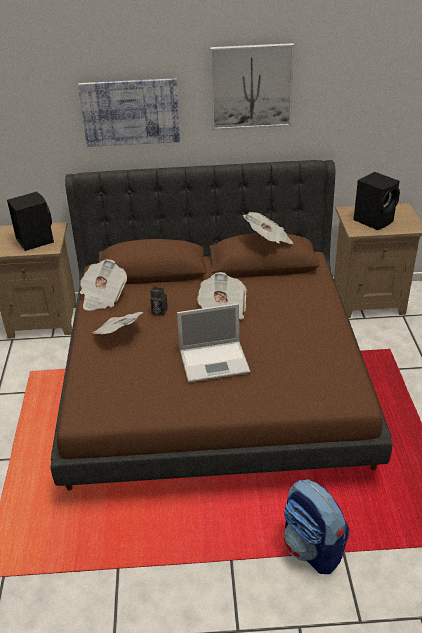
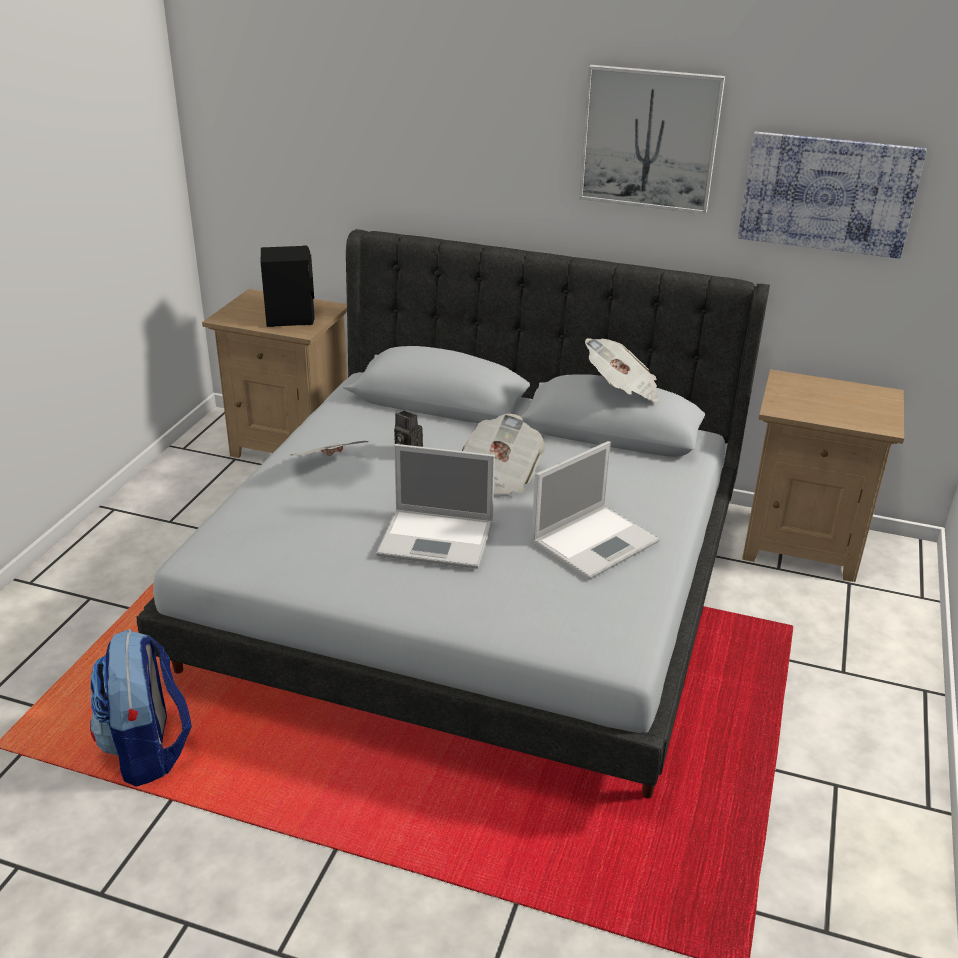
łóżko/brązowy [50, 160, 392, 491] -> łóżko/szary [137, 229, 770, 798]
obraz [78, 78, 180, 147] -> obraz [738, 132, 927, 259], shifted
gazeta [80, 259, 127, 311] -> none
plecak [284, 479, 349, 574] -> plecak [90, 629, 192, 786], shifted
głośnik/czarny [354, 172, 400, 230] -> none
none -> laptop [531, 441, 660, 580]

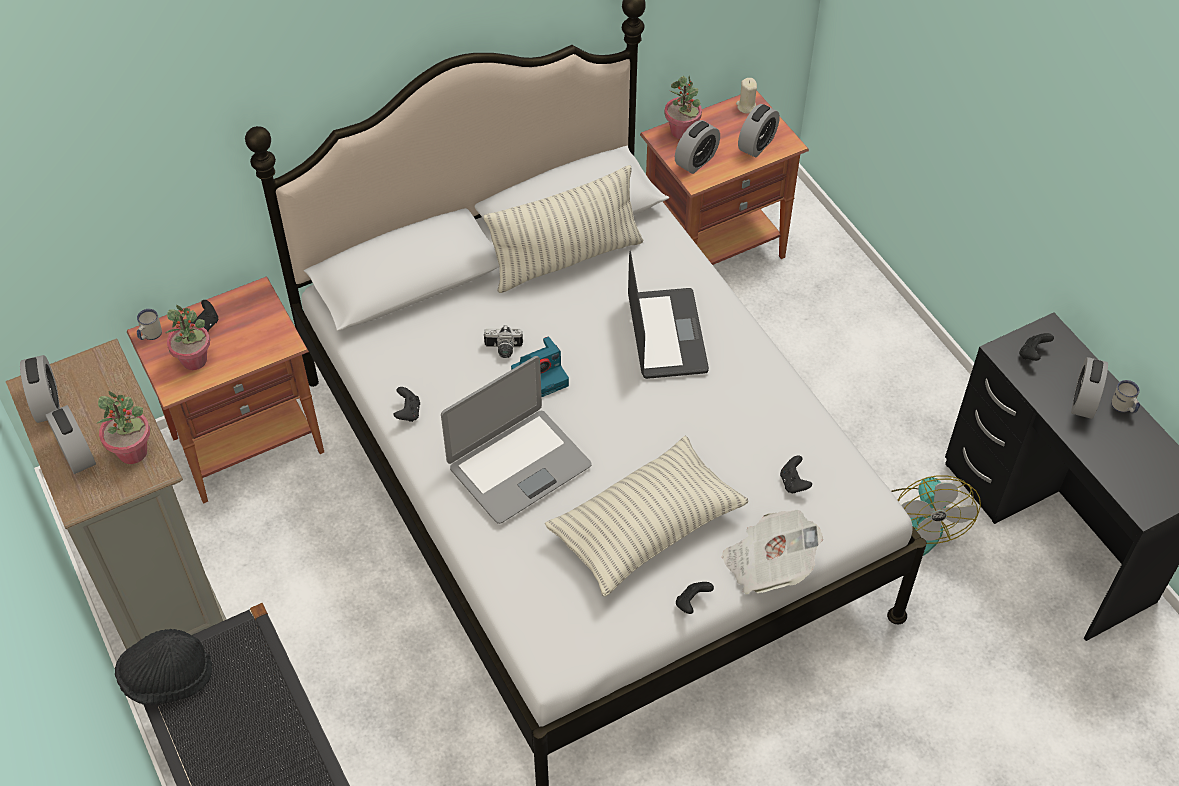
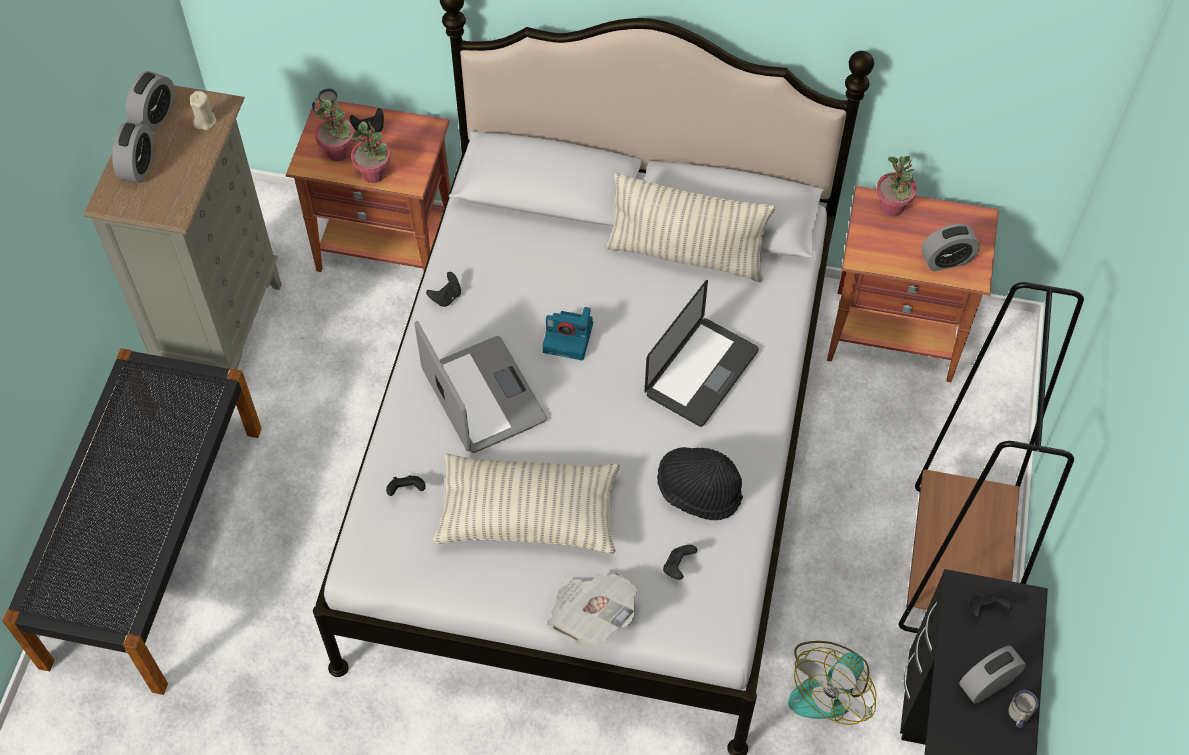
roślina doniczkowa [96, 391, 150, 464] -> roślina doniczkowa [351, 121, 391, 183], shifted
kapelusz/czarny [115, 629, 212, 705] -> kapelusz/czarny [657, 447, 743, 520], shifted
laptop [441, 356, 592, 524] -> laptop [415, 321, 547, 453], 120 degrees counterclockwise
aparat fotograficzny [484, 325, 523, 358] -> none
budzik [675, 120, 720, 174] -> none
pad do gier/czarny [676, 582, 714, 614] -> pad do gier/czarny [386, 475, 426, 496], shifted
świeca/beżowy [736, 78, 757, 114] -> świeca/beżowy [190, 91, 217, 130], shifted
none -> wieszak [898, 282, 1084, 633]

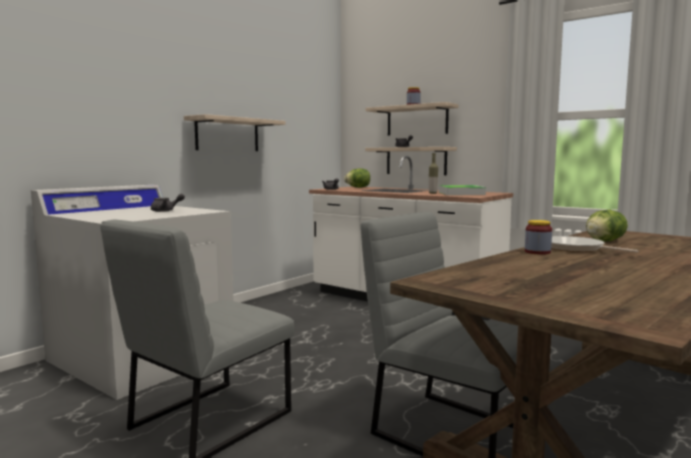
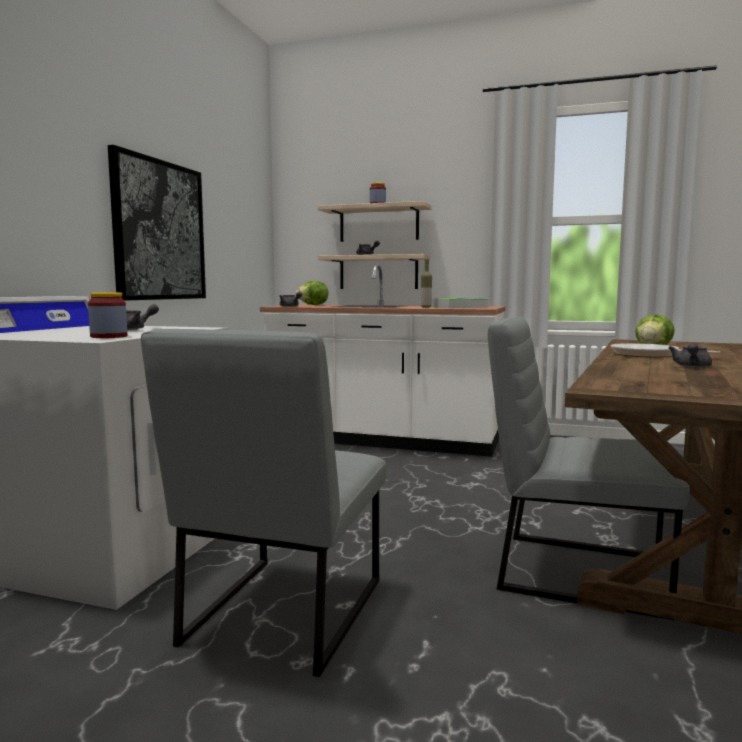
półka [184, 114, 286, 151] -> obraz [108, 145, 206, 301]
słoik [525, 220, 552, 255] -> słoik [88, 292, 127, 338], shifted
none -> imbryk/szary [669, 343, 712, 368]

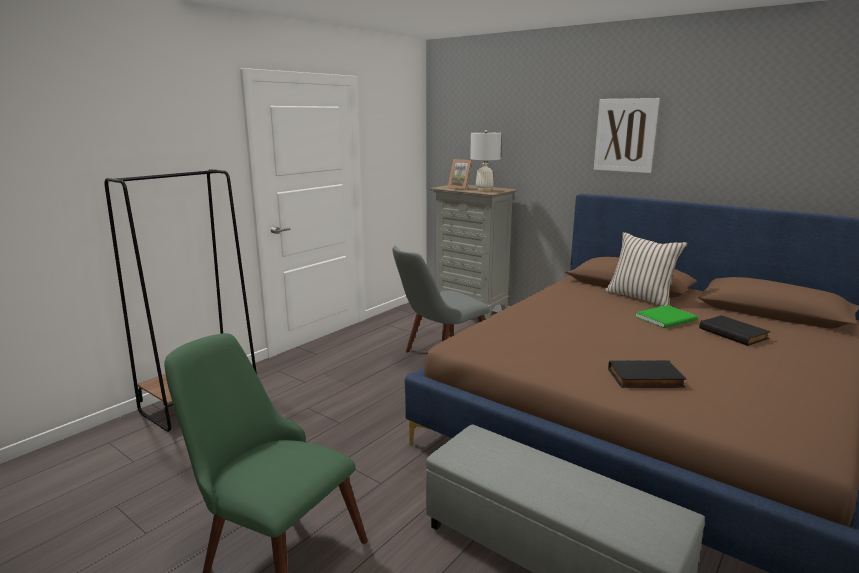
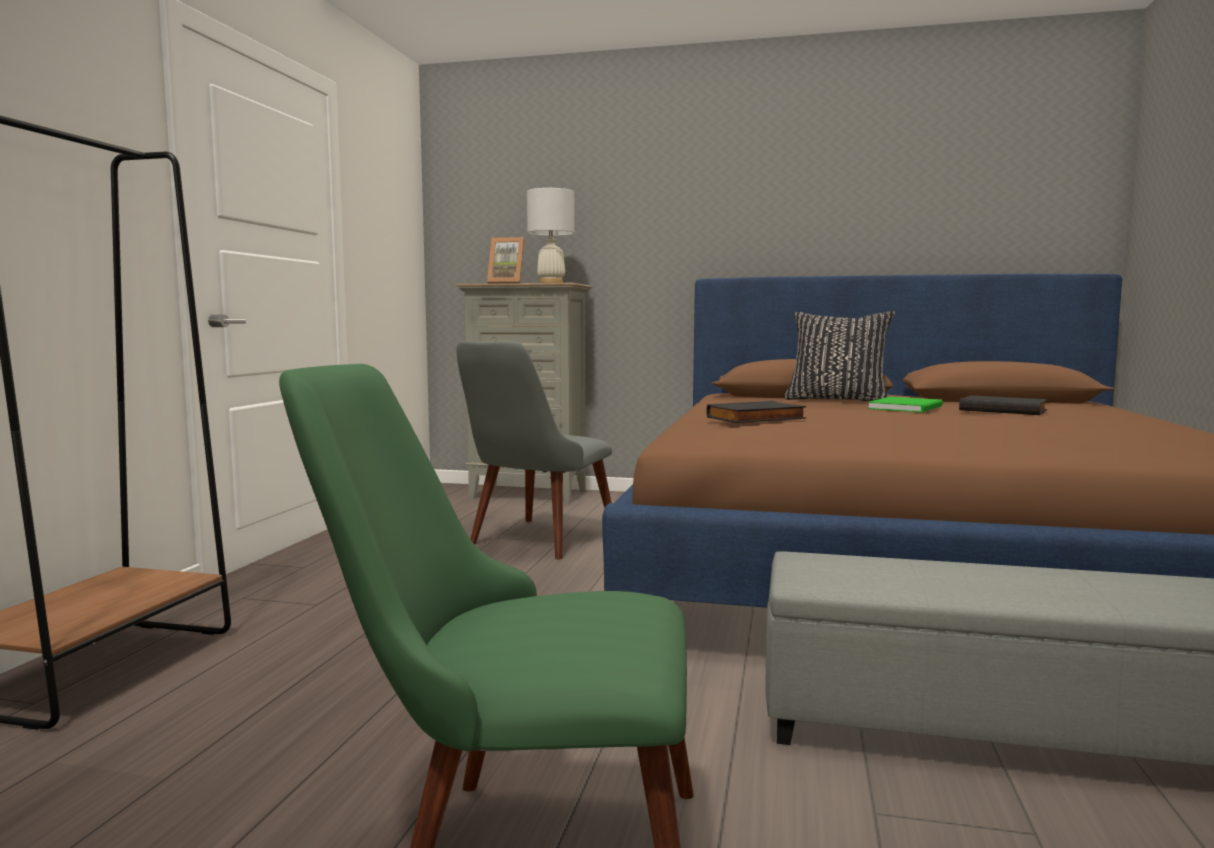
obraz [594, 98, 660, 173] -> none
poduszka/beżowy [605, 232, 688, 306] -> poduszka/czarny [784, 311, 895, 402]
książka/czarny [608, 360, 686, 388] -> książka/czarny [706, 401, 806, 423], shifted

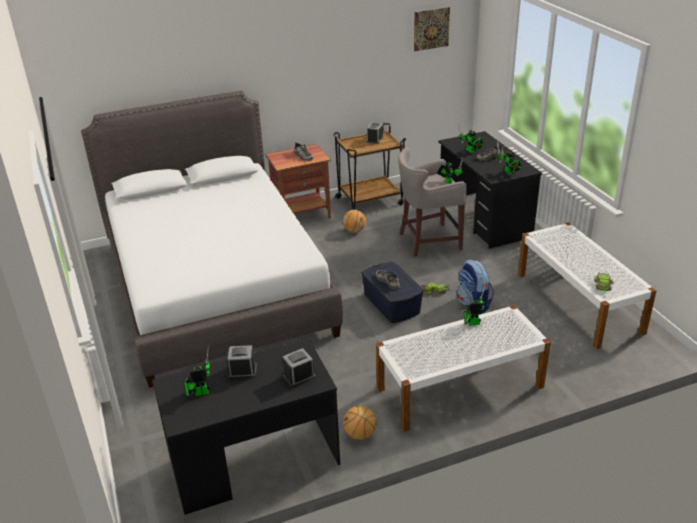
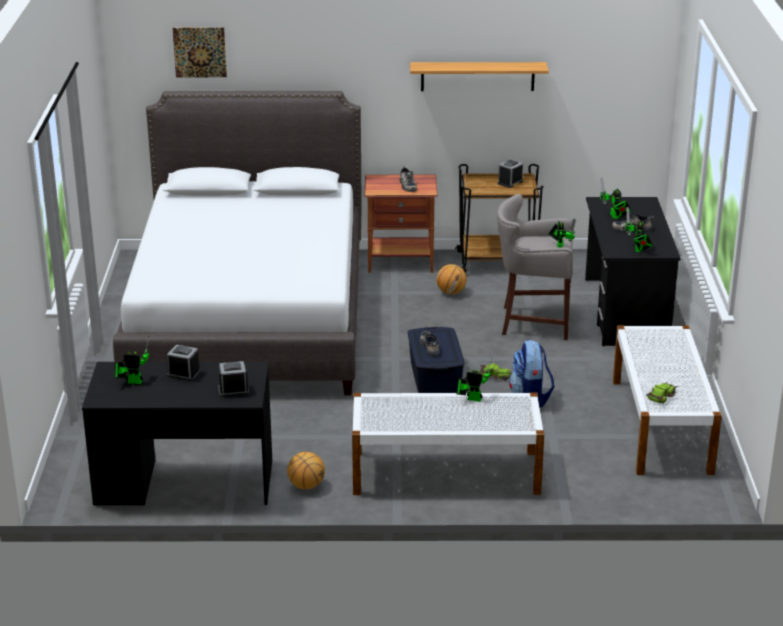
obraz [414, 7, 450, 51] -> obraz [173, 28, 227, 77], shifted
none -> półka [410, 62, 549, 91]

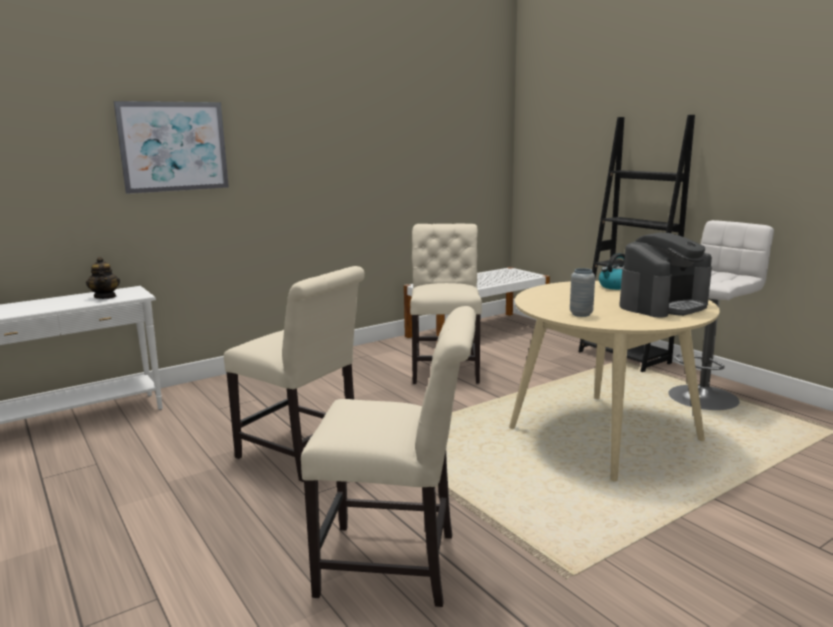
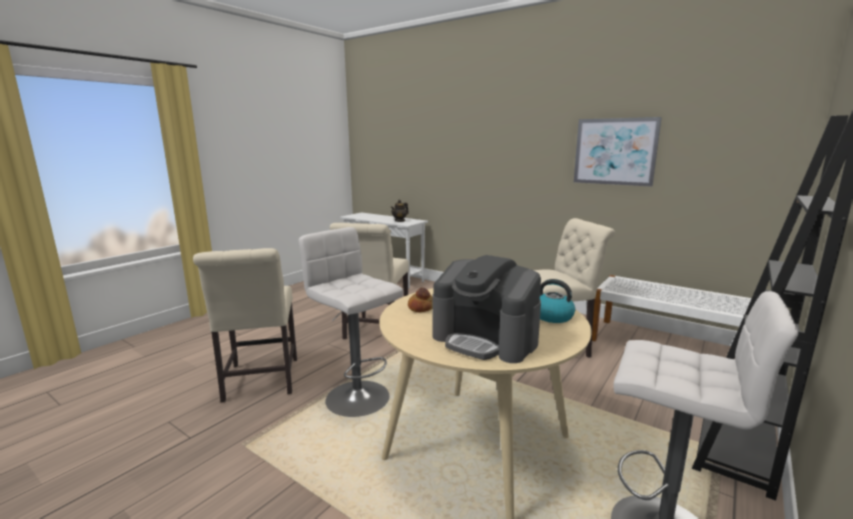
obraz [114, 101, 229, 194] -> obraz [574, 117, 662, 187], shifted
wazon/szary [570, 268, 595, 317] -> chleb [408, 288, 432, 312]
none -> stołek/biały [299, 227, 403, 417]

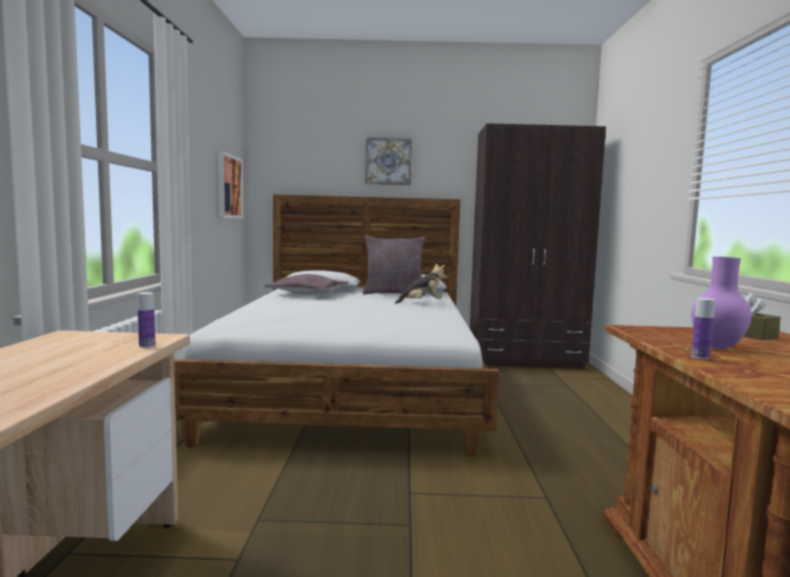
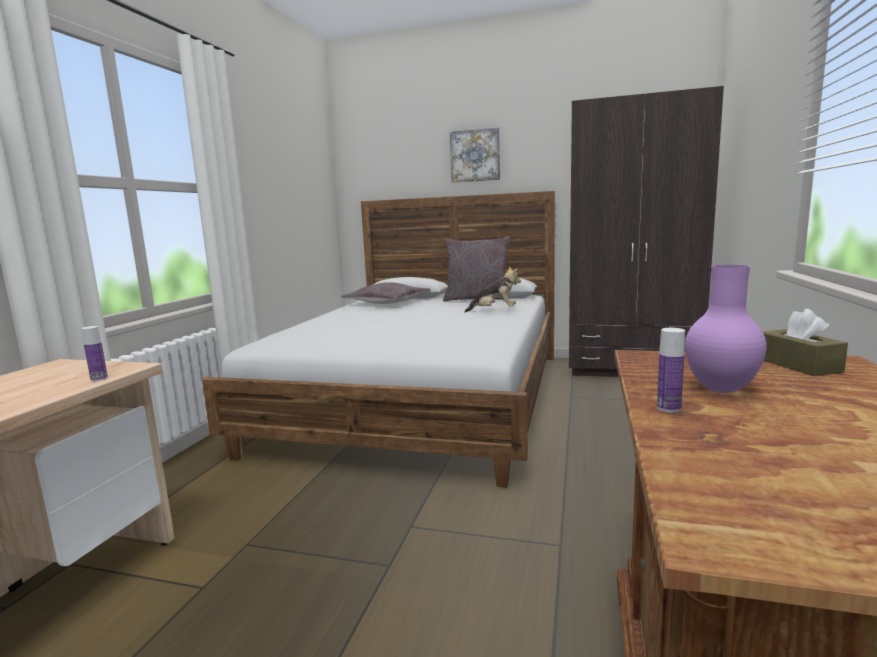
obraz [218, 151, 243, 218] -> none

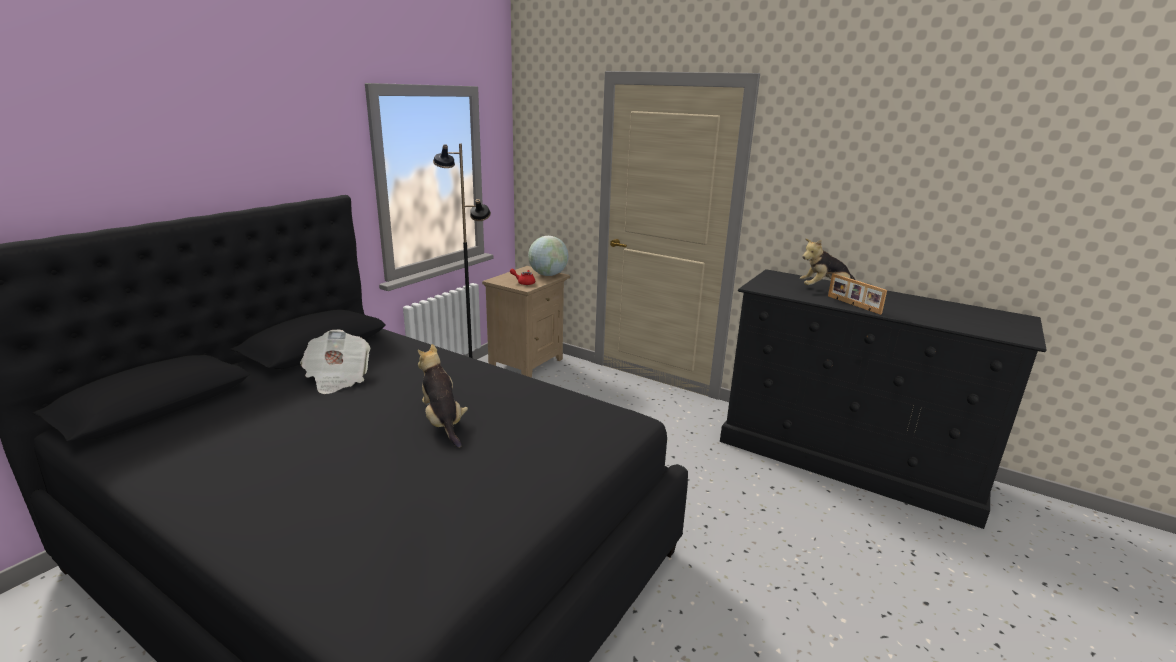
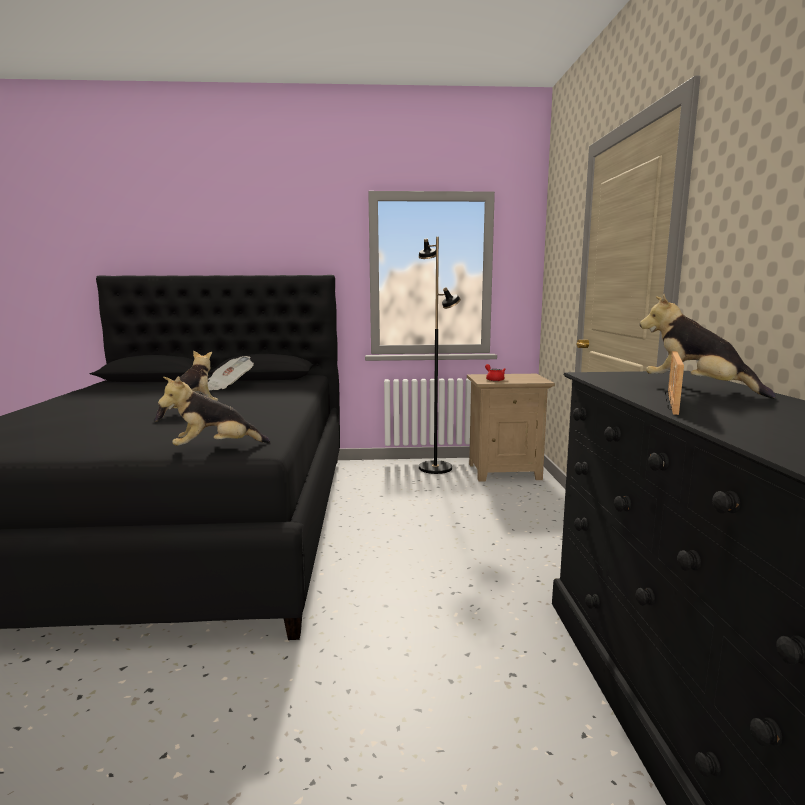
globus [528, 236, 568, 276] -> none
none -> pluszak [158, 376, 270, 446]

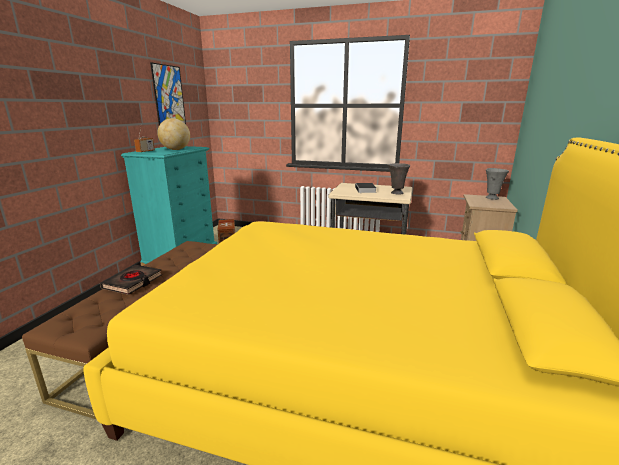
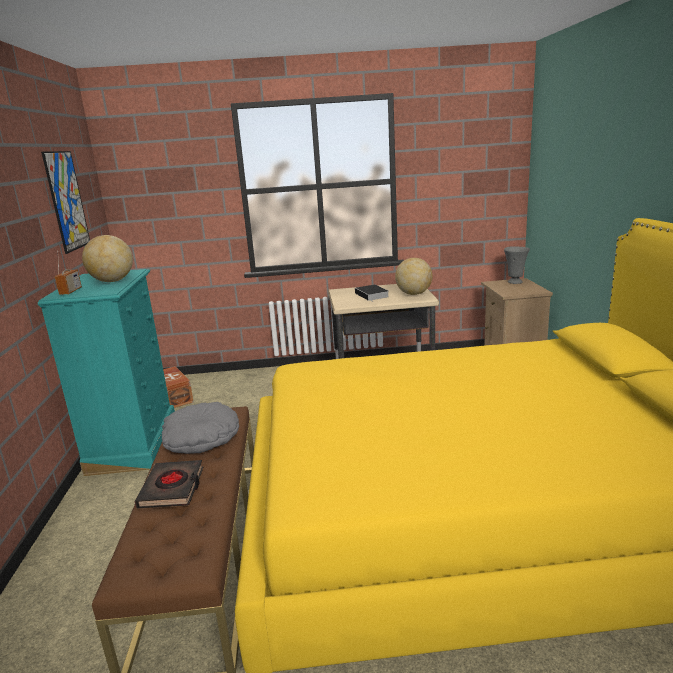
wazon/szary [388, 163, 410, 194] -> globus [395, 258, 433, 295]
none -> poduszka/szary [162, 402, 239, 454]

